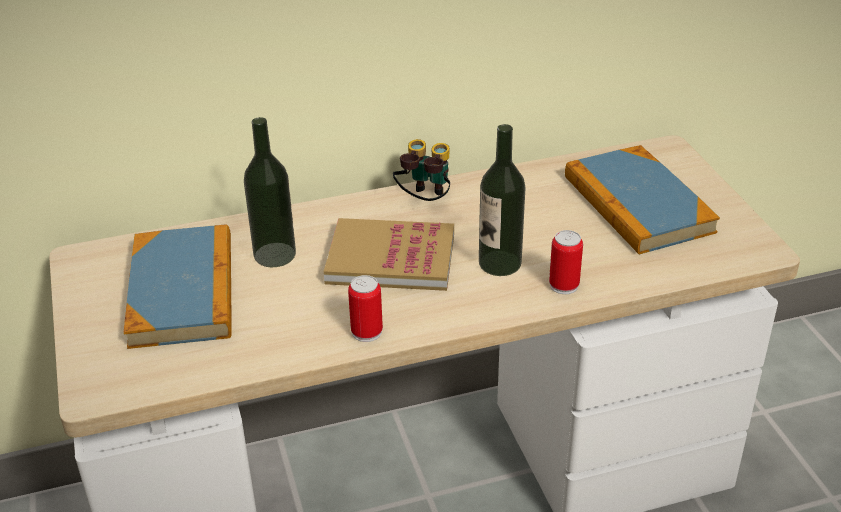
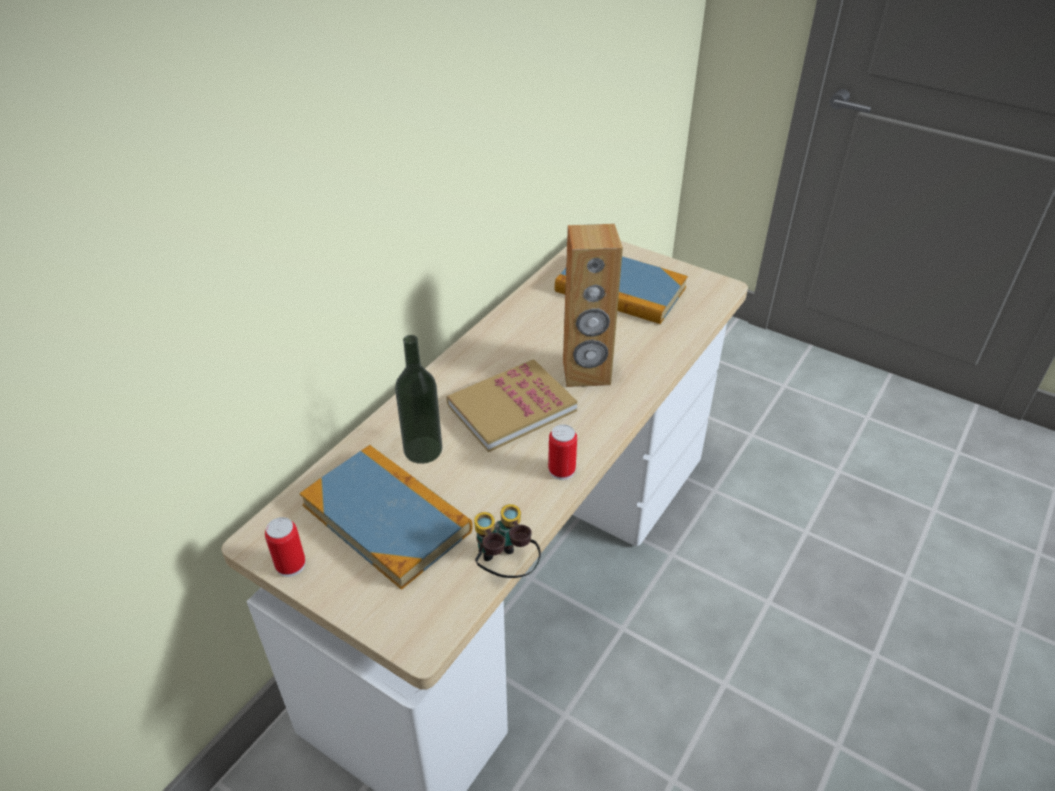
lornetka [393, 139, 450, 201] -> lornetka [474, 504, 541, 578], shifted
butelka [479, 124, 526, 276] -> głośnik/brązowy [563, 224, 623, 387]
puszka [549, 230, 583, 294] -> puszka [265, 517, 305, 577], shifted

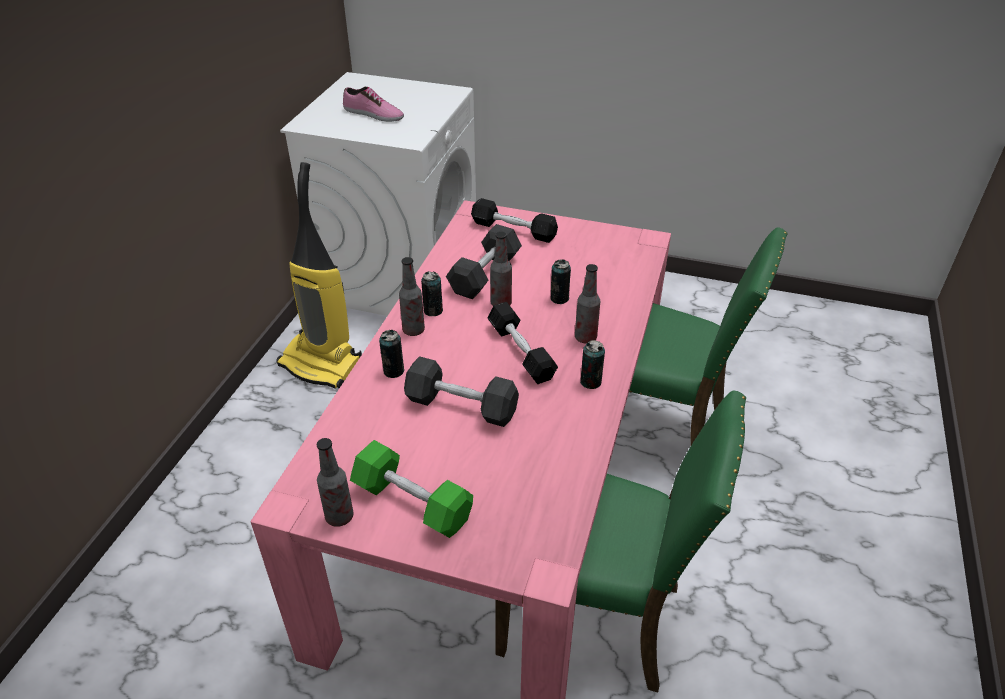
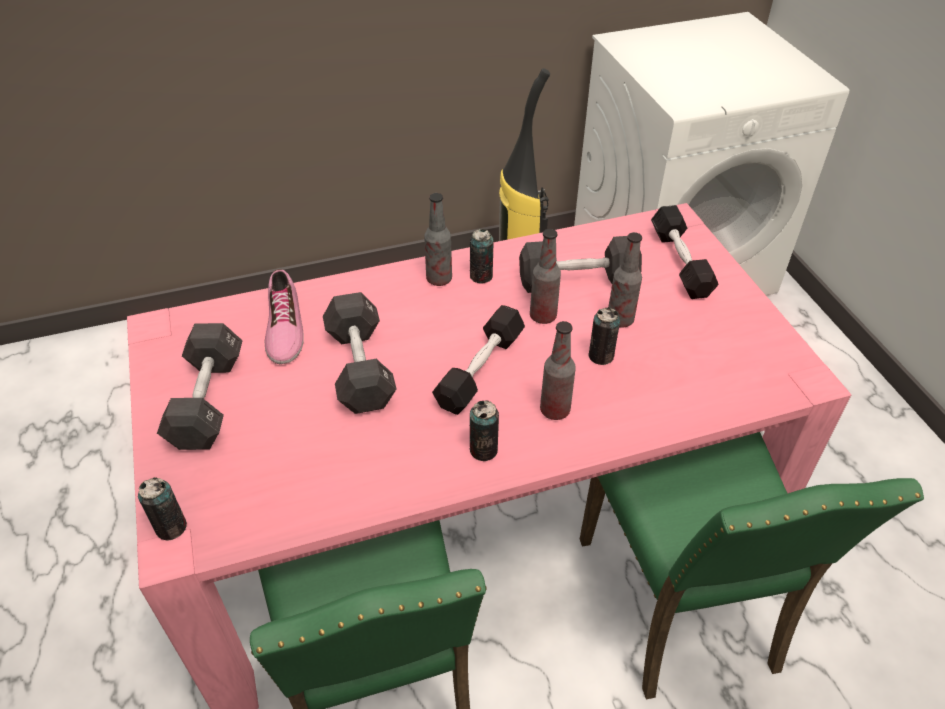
butelka [317, 438, 353, 527] -> butelka [608, 232, 642, 328], shifted
but [343, 87, 404, 122] -> but [265, 269, 304, 364], shifted
hantel/zielony [350, 440, 473, 538] -> hantel/czarny [157, 323, 242, 450]
puszka [379, 330, 405, 378] -> puszka [138, 477, 187, 540], shifted

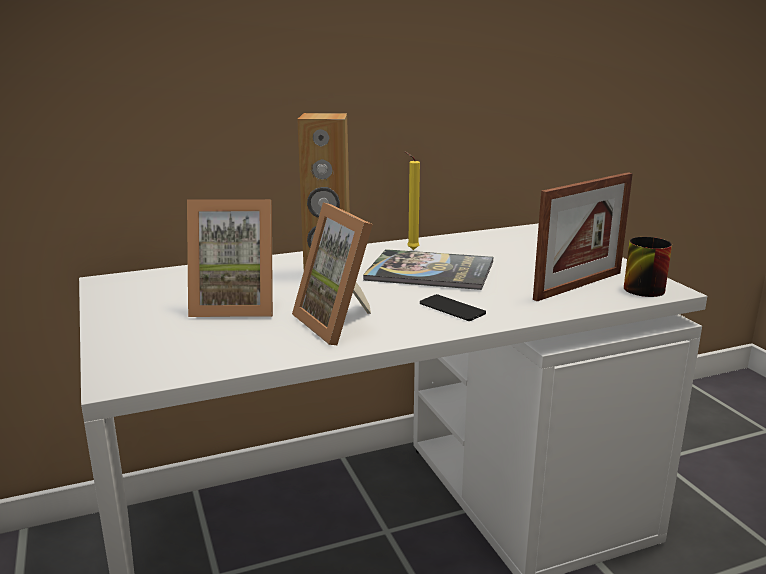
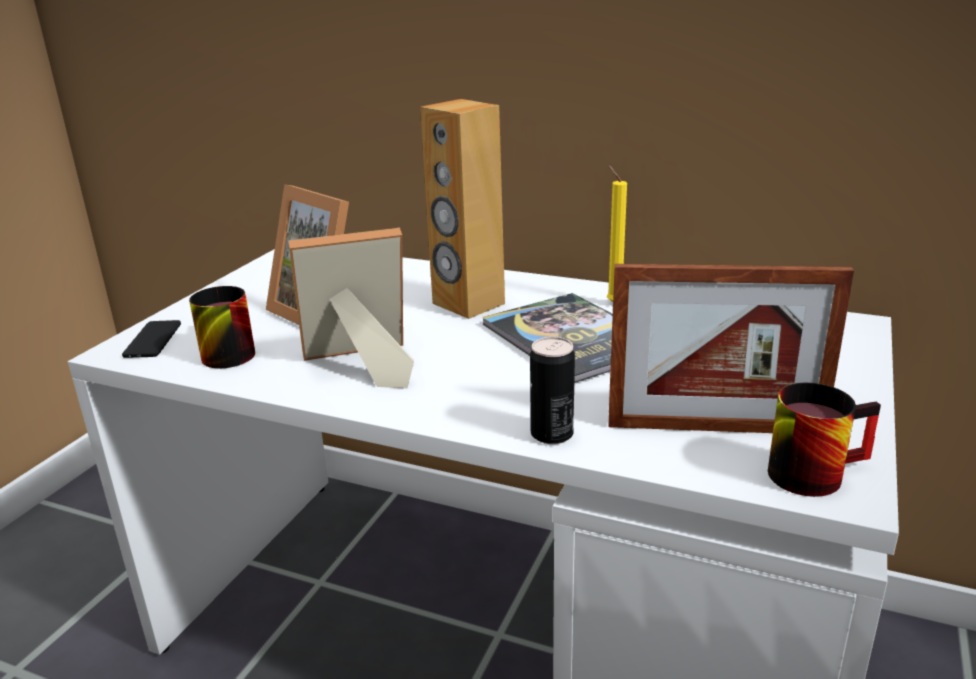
ramka na zdjęcie [292, 203, 373, 345] -> ramka na zdjęcie [288, 228, 414, 389], 60 degrees clockwise
telefon [420, 294, 486, 321] -> telefon [122, 320, 181, 358], shifted
none -> kubek [189, 286, 255, 368]
none -> puszka [530, 337, 575, 444]

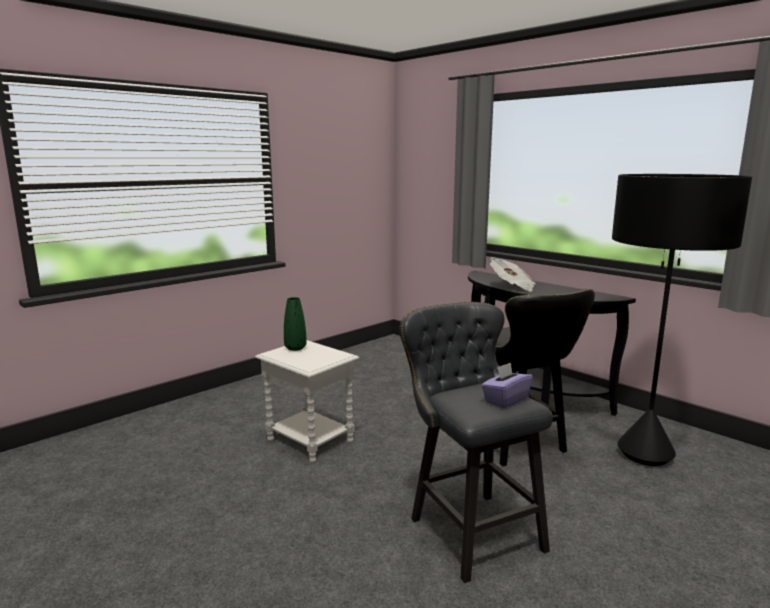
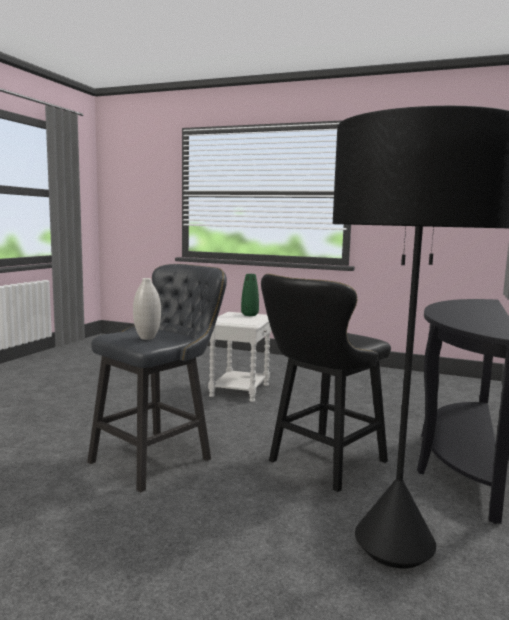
pudełko chusteczek/fioletowy [481, 362, 533, 409] -> wazon/biały [133, 278, 161, 340]
gazeta [490, 257, 535, 291] -> none

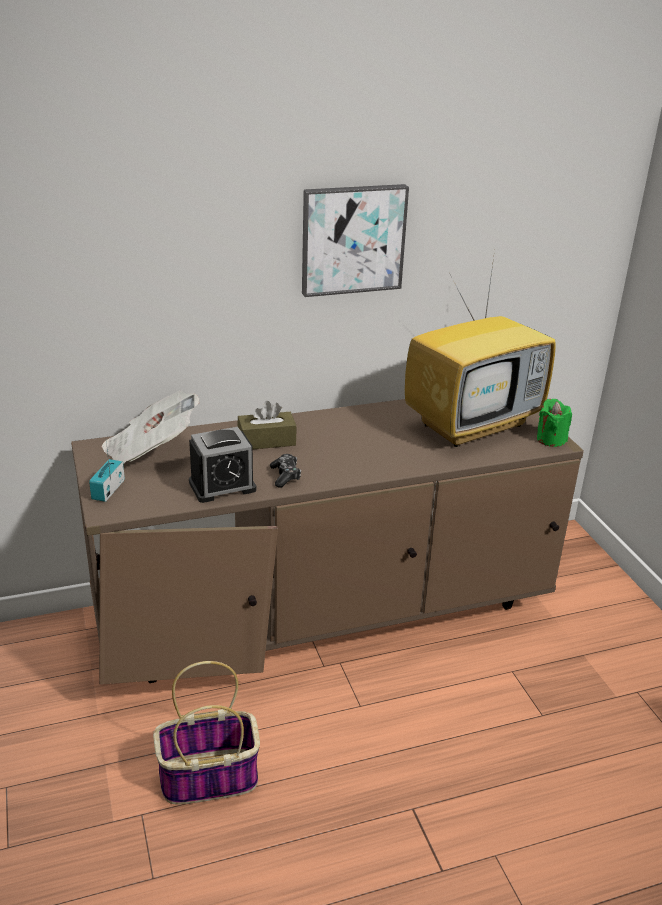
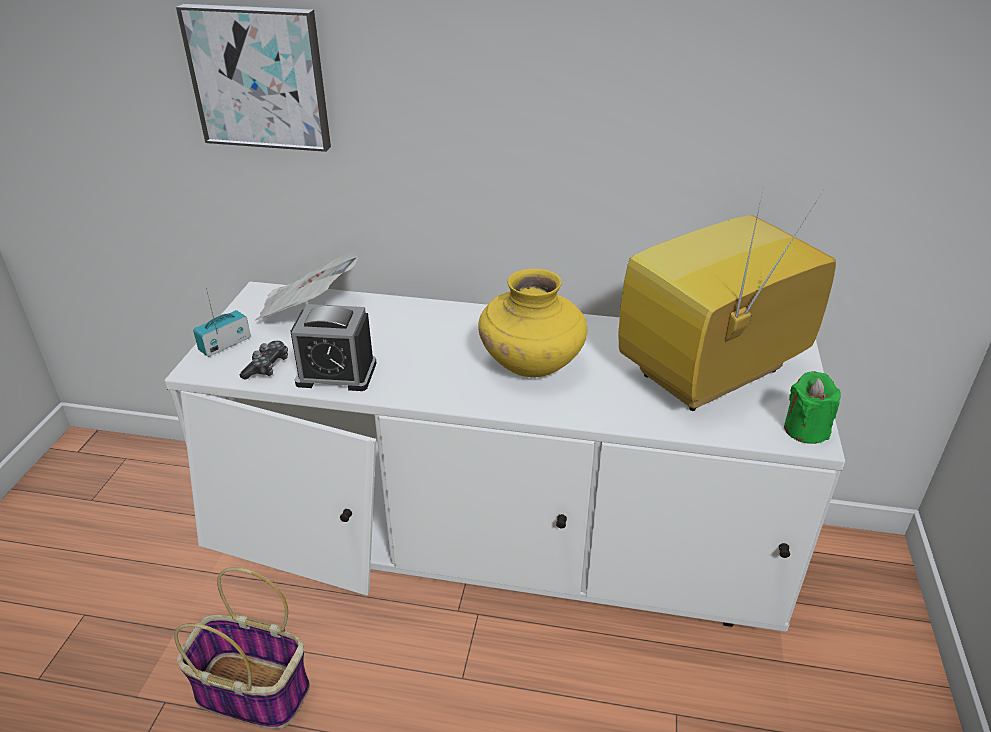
szafka pod telewizor/brązowy [71, 399, 584, 685] -> szafka pod telewizor/biały [165, 281, 845, 632]
pudełko chusteczek/brązowy [238, 401, 296, 449] -> none
pad do gier [270, 454, 301, 488] -> pad do gier [240, 341, 288, 380], shifted
obraz [302, 184, 409, 297] -> obraz [176, 4, 331, 152], shifted
telewizor [405, 250, 556, 447] -> telewizor [619, 188, 836, 411], 150 degrees clockwise
none -> wazon/żółty [478, 269, 587, 377]

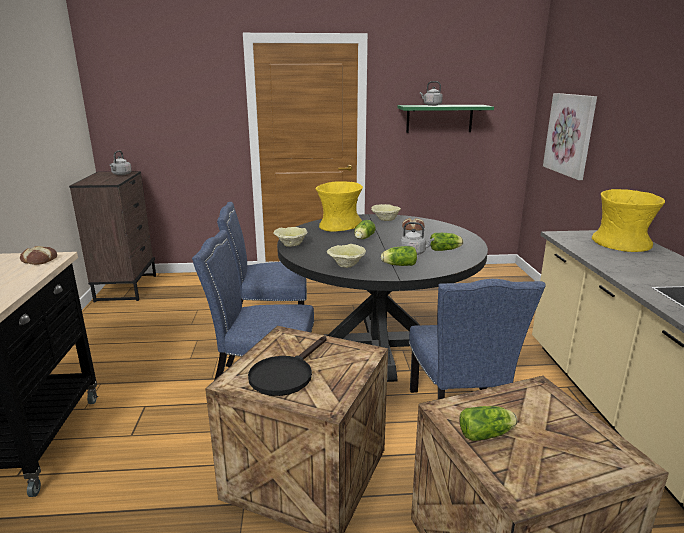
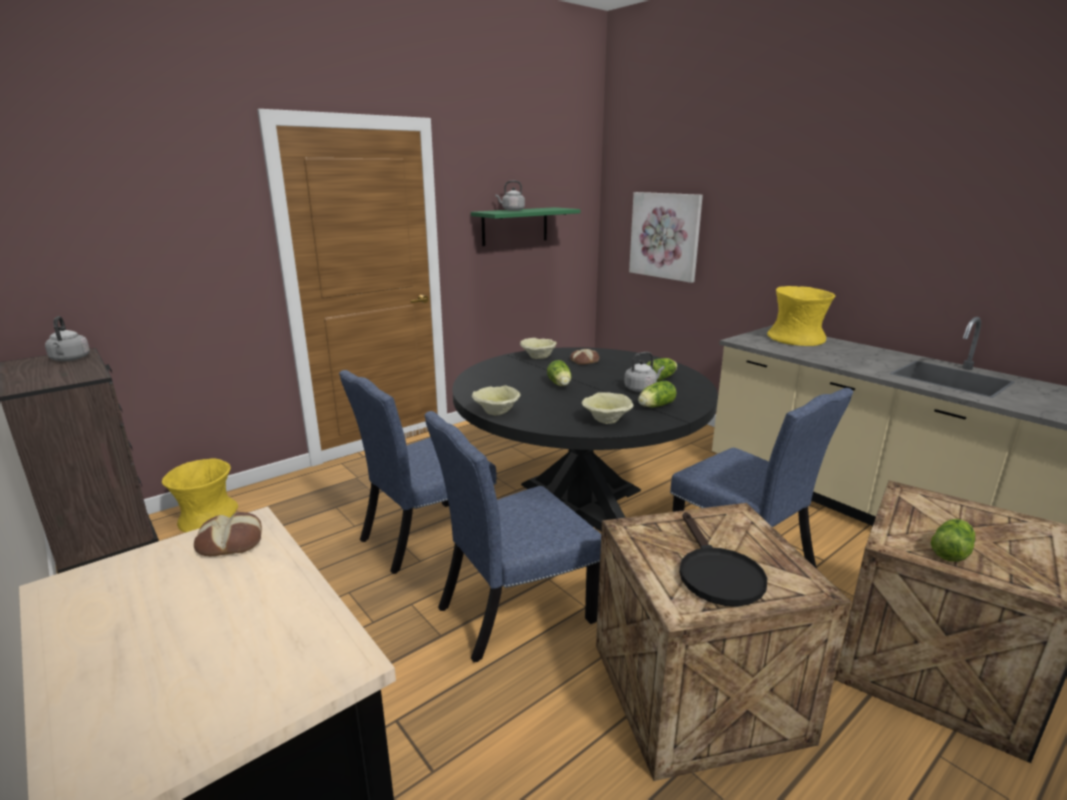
wazon/żółty [315, 181, 363, 231] -> wazon/żółty [162, 458, 238, 532], shifted

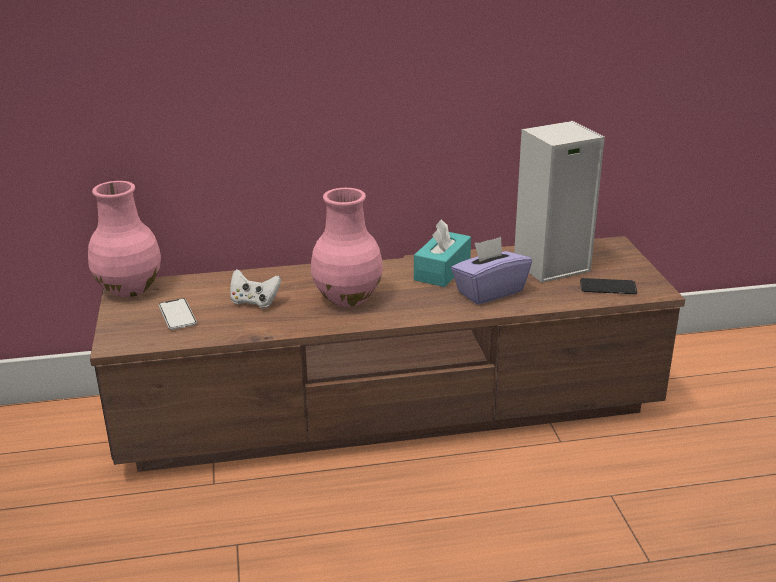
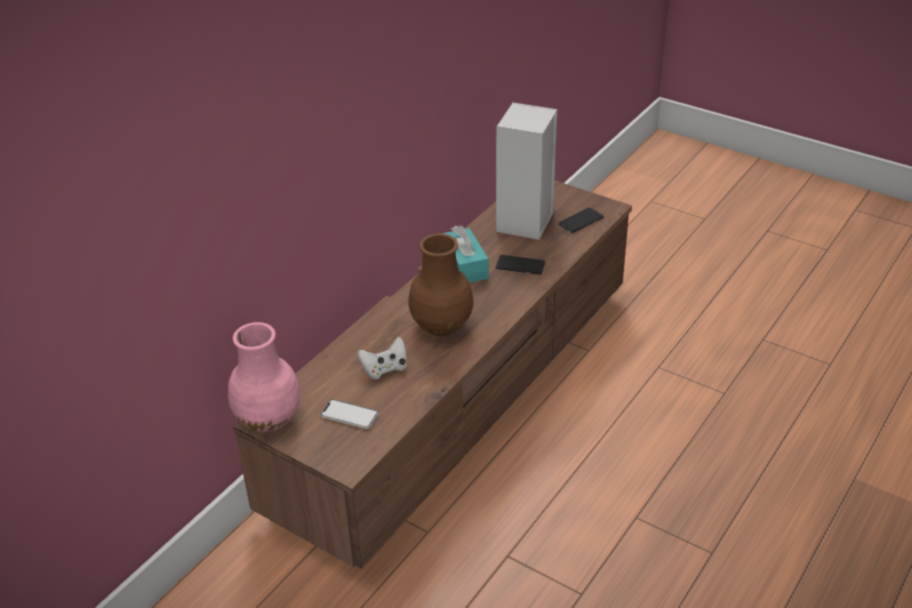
wazon/różowy [311, 188, 383, 307] -> wazon/brązowy [408, 234, 474, 336]
pudełko chusteczek/fioletowy [451, 237, 532, 304] -> telefon [496, 255, 545, 274]

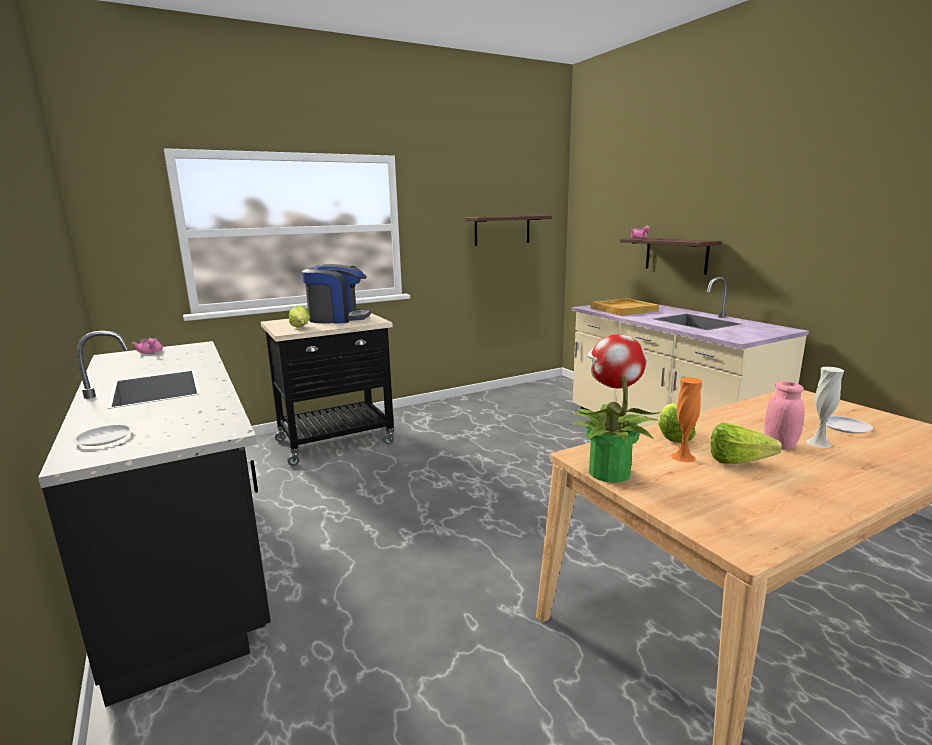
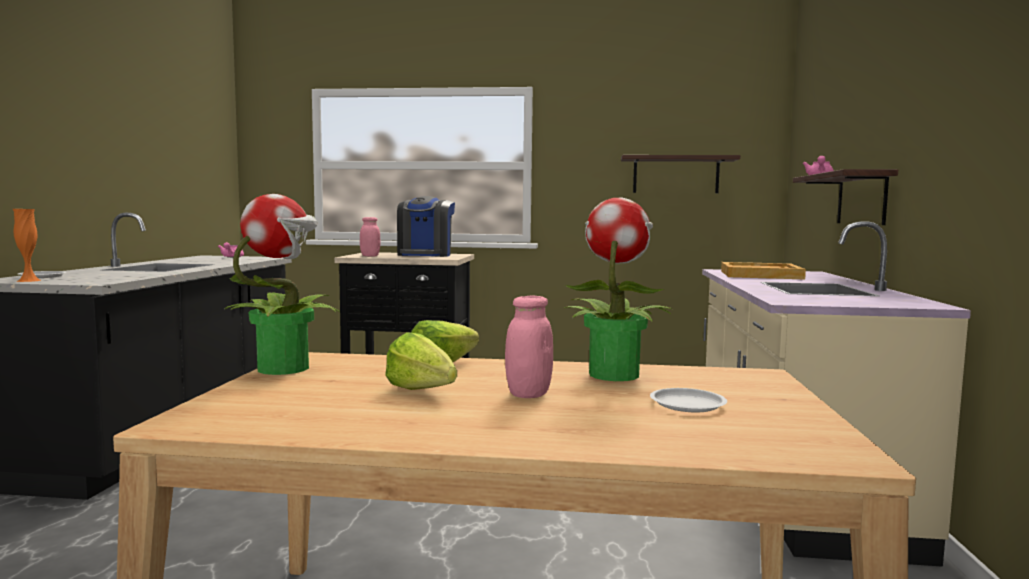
sałata [289, 306, 310, 327] -> słoik/różowy [360, 217, 380, 257]
ekspres do kawy [302, 264, 371, 323] -> ekspres do kawy [397, 196, 455, 257], 60 degrees clockwise
wazon/pomarańczowy [671, 377, 702, 463] -> wazon/pomarańczowy [13, 209, 41, 282], shifted
wazon/biały [806, 367, 844, 448] -> none
none -> roślina doniczkowa [564, 198, 672, 381]

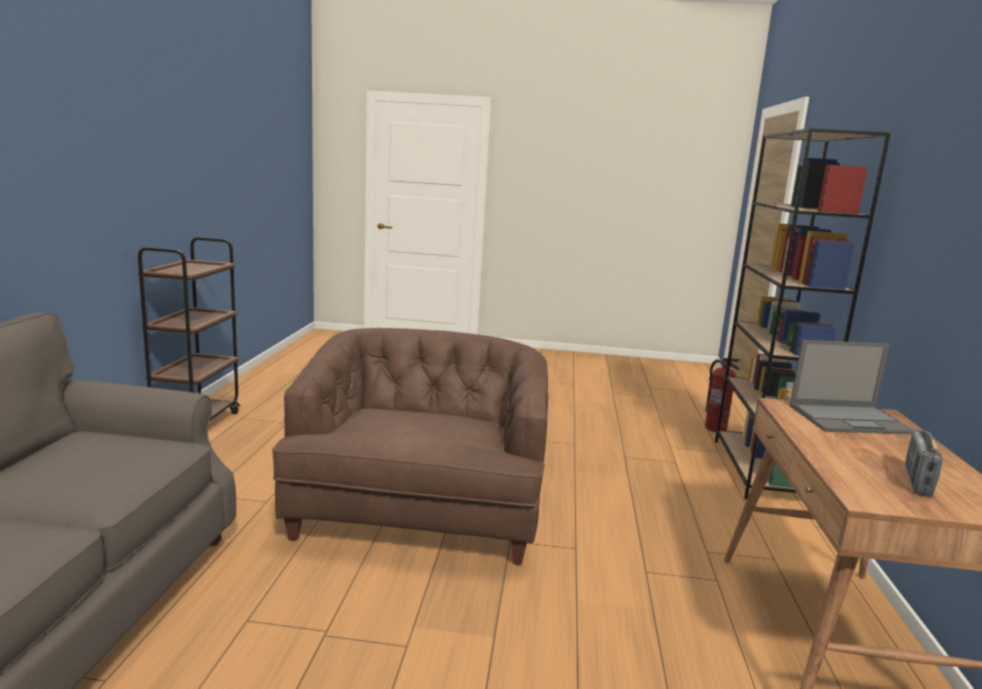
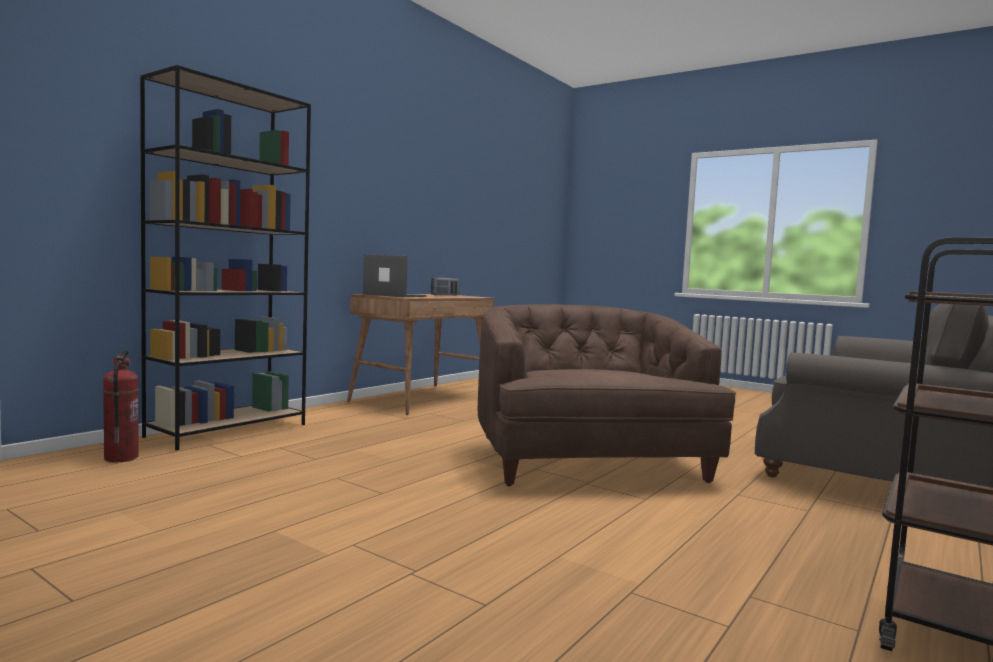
fotel/brązowy [272, 328, 548, 565] -> fotel/brązowy [478, 304, 736, 486], 135 degrees clockwise

